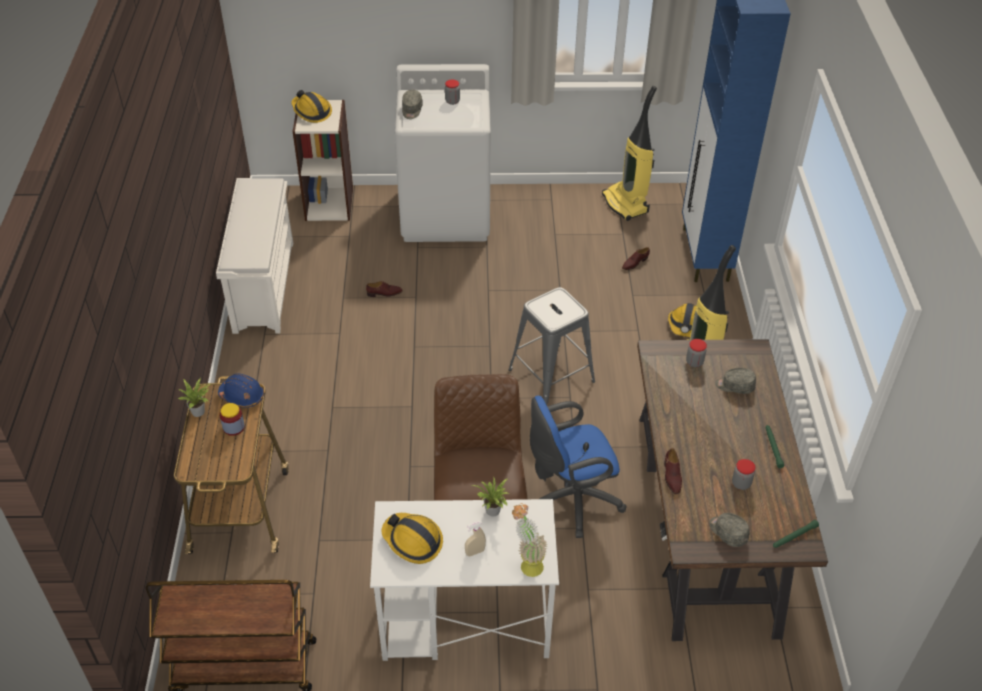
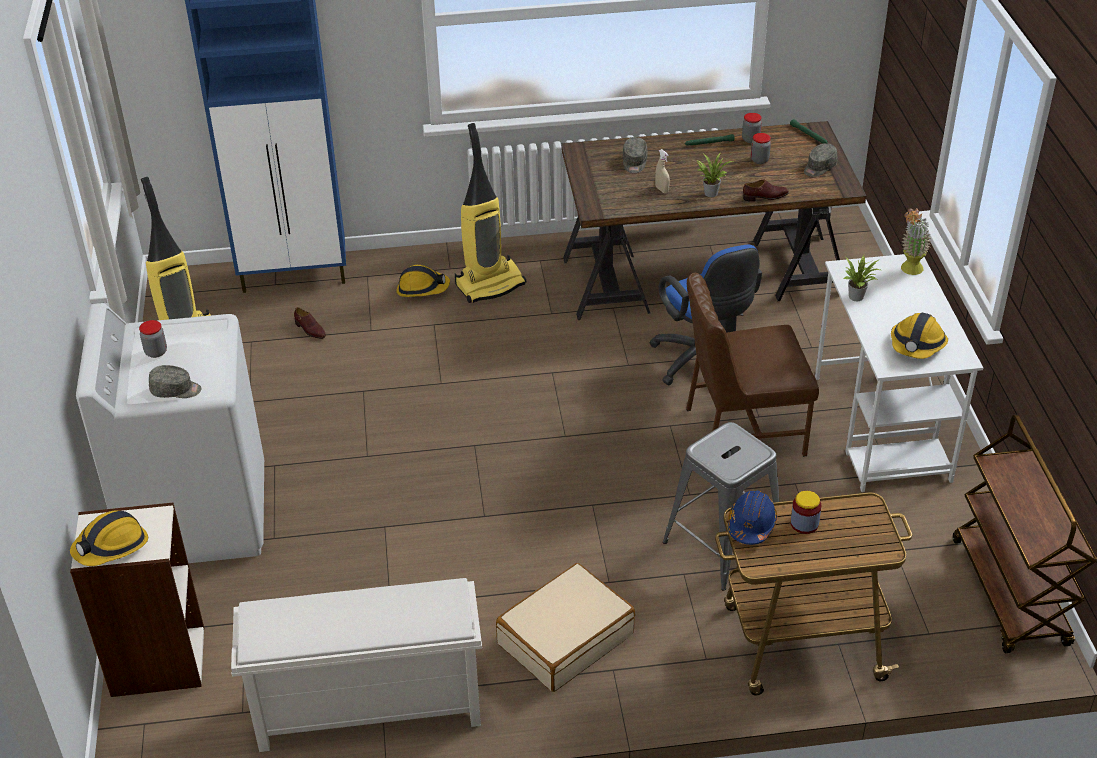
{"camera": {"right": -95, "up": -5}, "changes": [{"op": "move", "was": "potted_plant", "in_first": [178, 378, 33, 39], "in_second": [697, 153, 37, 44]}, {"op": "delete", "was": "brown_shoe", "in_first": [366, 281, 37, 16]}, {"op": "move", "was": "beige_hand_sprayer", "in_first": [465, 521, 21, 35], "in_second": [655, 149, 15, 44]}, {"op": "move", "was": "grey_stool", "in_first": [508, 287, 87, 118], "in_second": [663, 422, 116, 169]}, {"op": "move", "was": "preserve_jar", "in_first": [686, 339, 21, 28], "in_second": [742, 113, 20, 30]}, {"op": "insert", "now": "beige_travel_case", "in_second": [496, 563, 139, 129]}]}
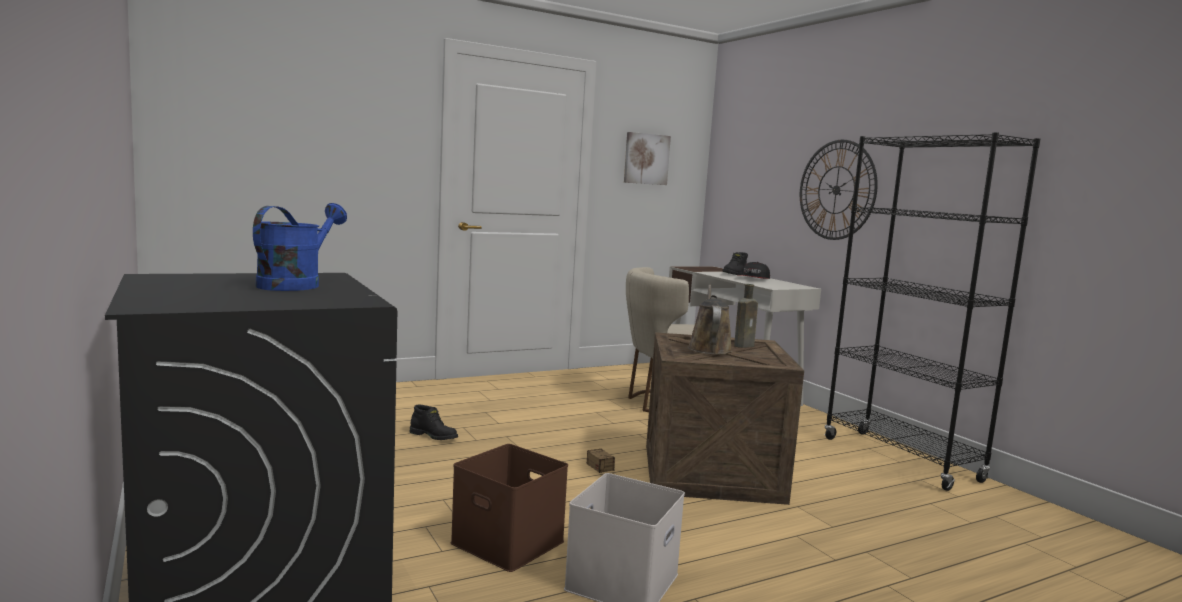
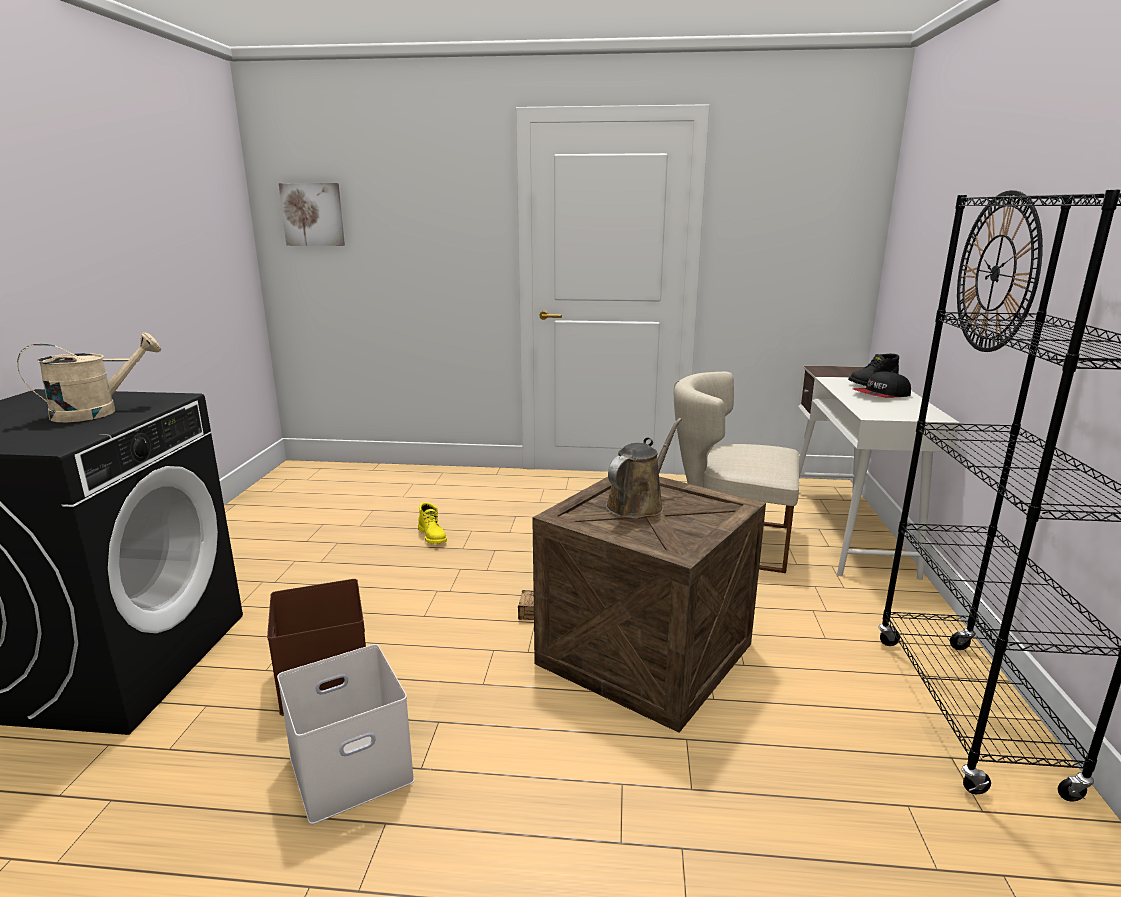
{"camera": {"right": 35, "up": 10}, "changes": [{"op": "recolor", "was": "bluish_sprinkling_can", "now": "beige_sprinkling_can", "in_first": [253, 203, 94, 88], "in_second": [17, 332, 144, 90]}, {"op": "recolor", "was": "blackish_tall_boot", "now": "yellow-coloured_tall_boot", "in_first": [410, 405, 48, 35], "in_second": [418, 502, 29, 42]}, {"op": "move", "was": "wall_art", "in_first": [624, 132, 47, 53], "in_second": [279, 183, 66, 63]}, {"op": "delete", "was": "brown_bottle", "in_first": [734, 284, 24, 64]}]}
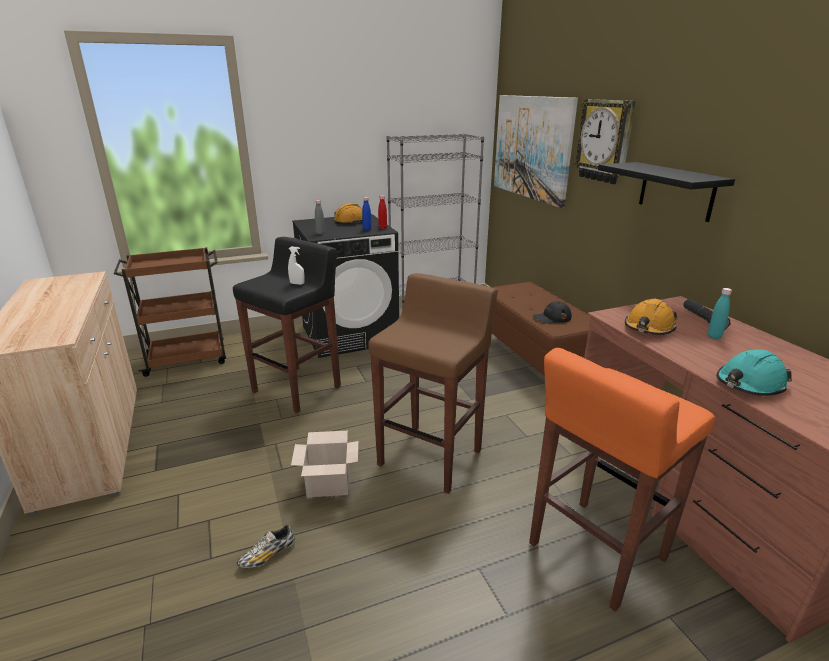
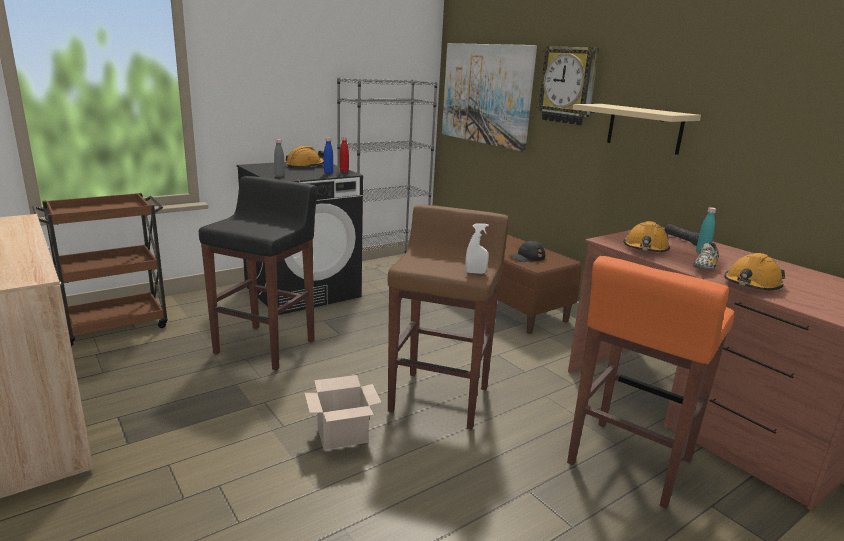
{"camera": {"right": -15, "up": -5}, "changes": [{"op": "move", "was": "shoe", "in_first": [237, 524, 58, 44], "in_second": [693, 242, 26, 27]}, {"op": "move", "was": "white_hand_sprayer", "in_first": [288, 247, 17, 38], "in_second": [465, 223, 24, 51]}, {"op": "recolor", "was": "blackish_bracket_shelf", "now": "beige_bracket_shelf", "in_first": [598, 162, 137, 60], "in_second": [573, 104, 128, 51]}, {"op": "recolor", "was": "blue-green_hard_hat", "now": "orangey_hard_hat", "in_first": [716, 349, 76, 47], "in_second": [724, 253, 61, 37]}]}
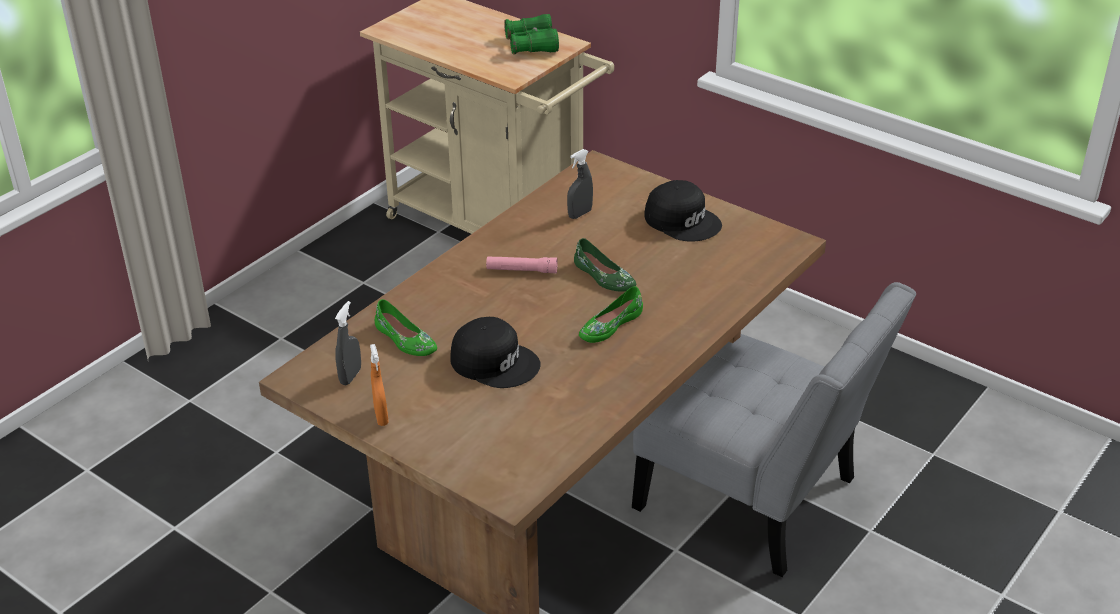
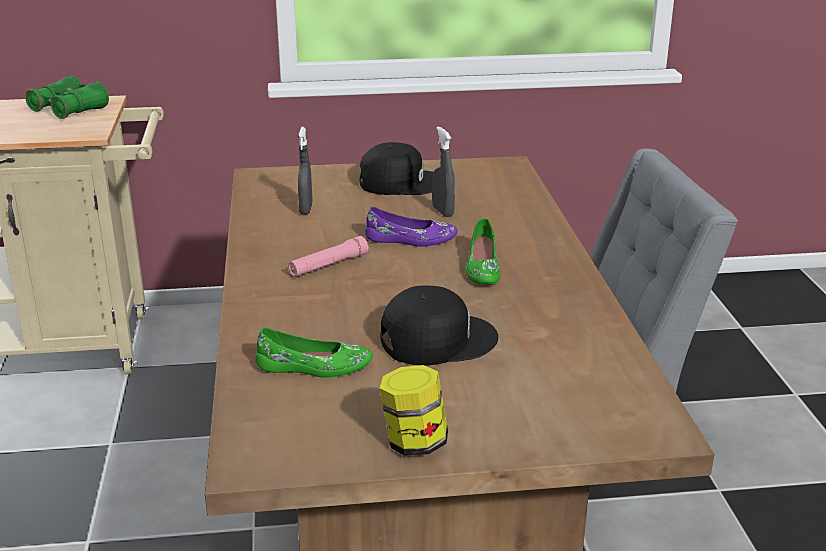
{"camera": {"right": -45, "up": -10}, "changes": [{"op": "move", "was": "grey_hand_sprayer", "in_first": [335, 301, 26, 84], "in_second": [432, 126, 23, 91]}, {"op": "replace", "was": "orangey_hand_sprayer", "now": "preserve_jar", "in_first": [370, 344, 19, 82], "in_second": [379, 365, 69, 91]}, {"op": "recolor", "was": "greenish_shoe", "now": "purple-coloured_shoe", "in_first": [574, 238, 62, 54], "in_second": [365, 207, 93, 40]}]}
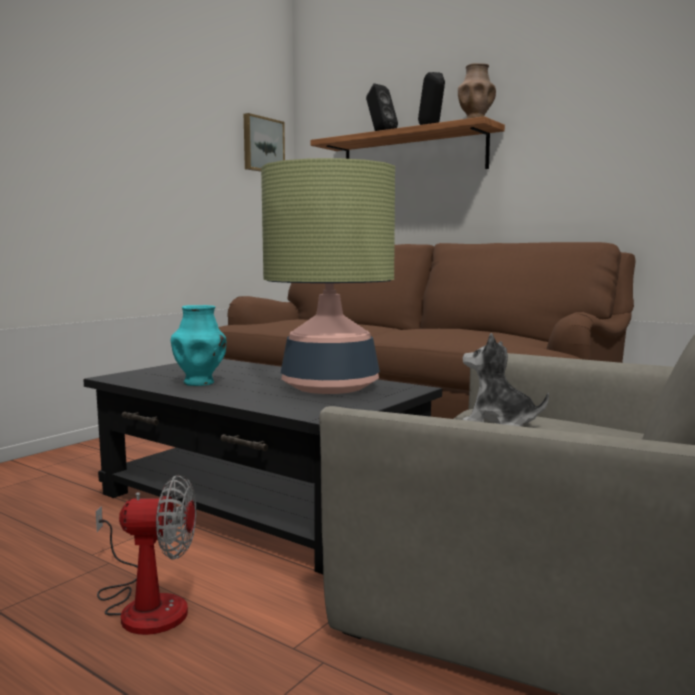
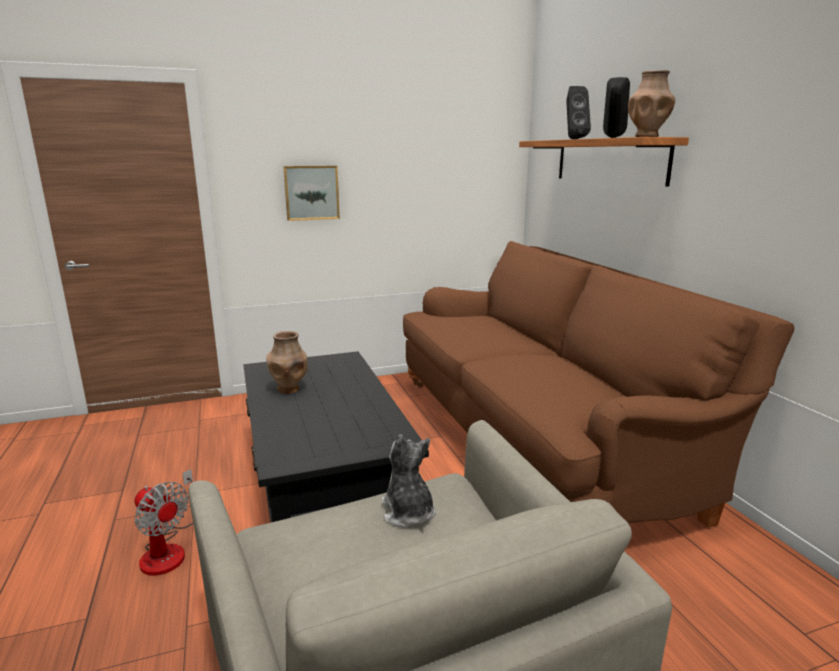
{"camera": {"right": 35, "up": 10}, "changes": [{"op": "recolor", "was": "blue-green_decorative_vase", "now": "brown_decorative_vase", "in_first": [171, 305, 55, 81], "in_second": [266, 331, 41, 63]}, {"op": "move", "was": "wall_art", "in_first": [244, 113, 41, 59], "in_second": [283, 166, 57, 55]}, {"op": "delete", "was": "tabletop_lamp", "in_first": [261, 158, 134, 236]}]}
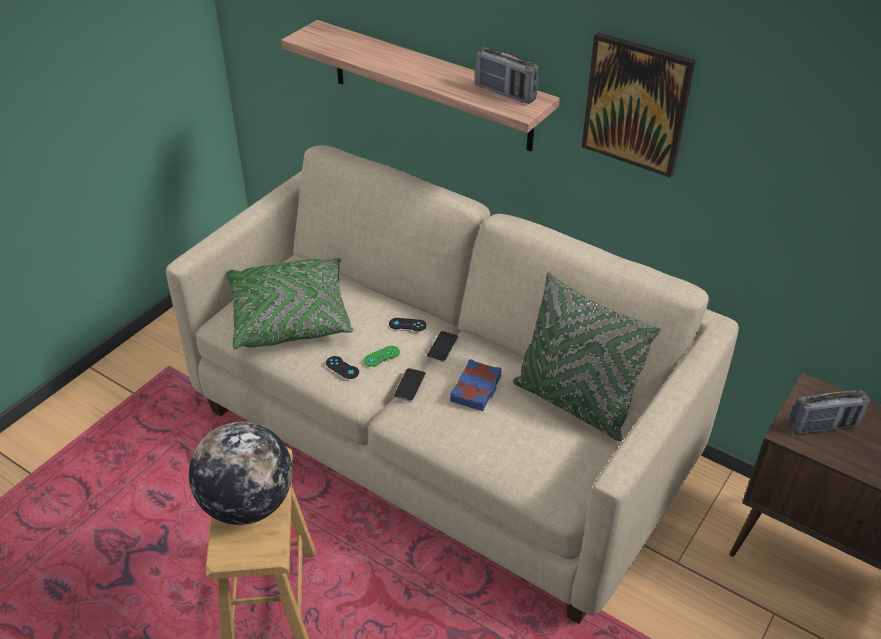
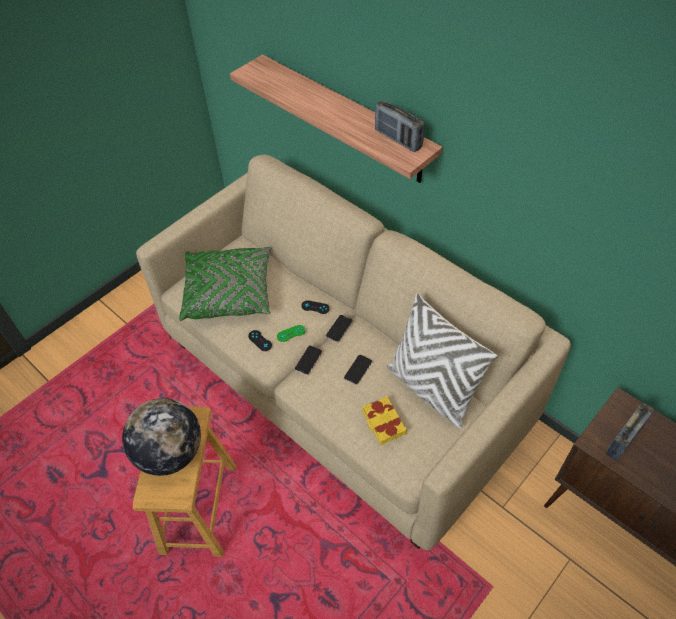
{"camera": {"right": 10, "up": 10}, "changes": [{"op": "replace", "was": "bluish_volume", "now": "telephone", "in_first": [450, 359, 52, 52], "in_second": [344, 355, 28, 30]}, {"op": "recolor", "was": "greenish_throw_pillow", "now": "white_throw_pillow", "in_first": [513, 272, 148, 169], "in_second": [387, 293, 111, 135]}, {"op": "delete", "was": "wall_art", "in_first": [582, 32, 113, 146]}, {"op": "rotate", "was": "radio_set", "in_first": [789, 390, 81, 44], "in_second": [606, 403, 48, 58], "clockwise": -45}, {"op": "insert", "now": "yellow-coloured_volume", "in_second": [362, 396, 45, 49]}]}
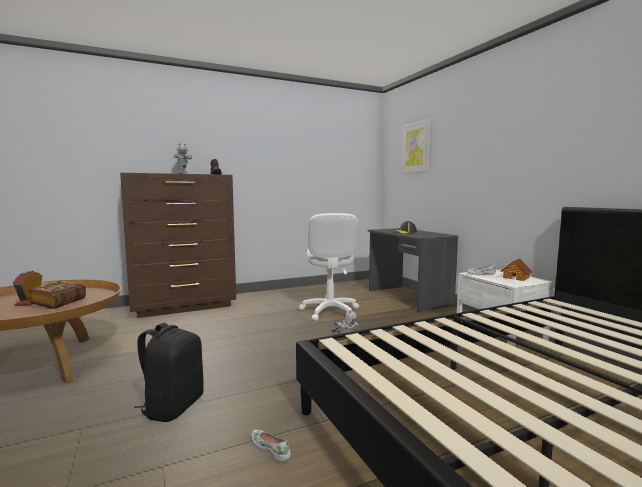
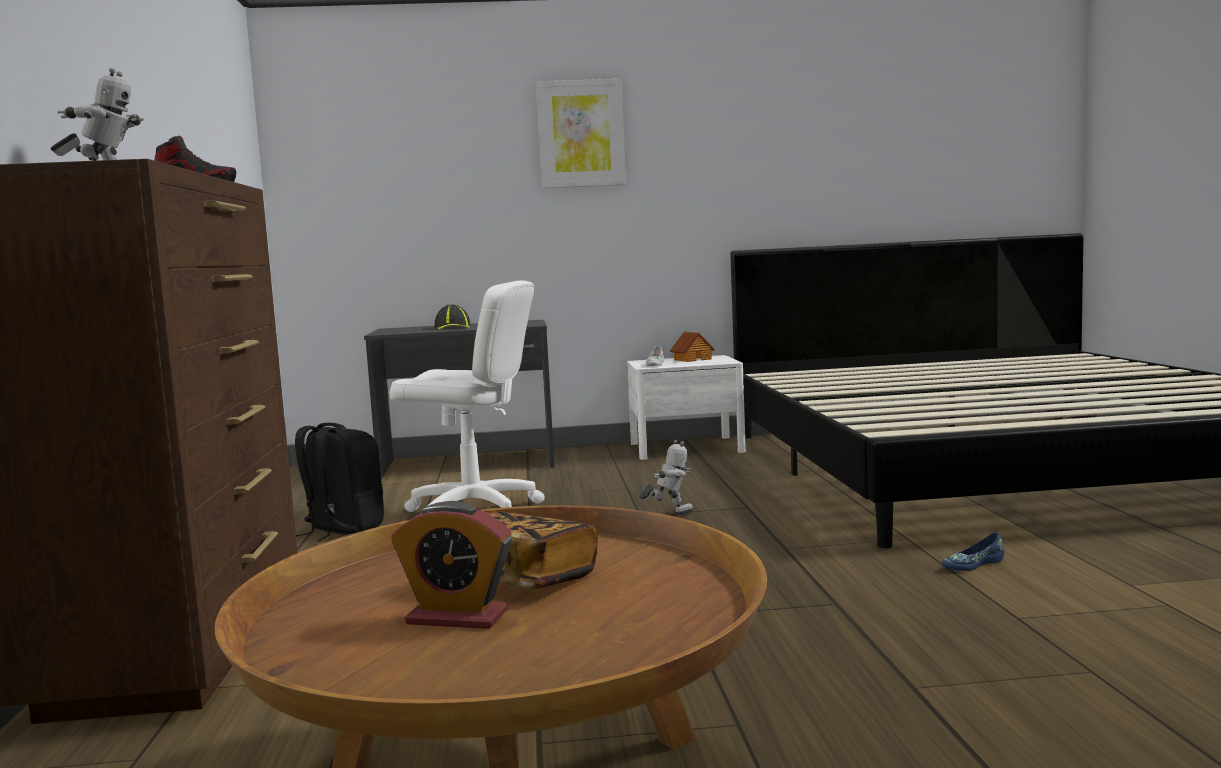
{"camera": {"right": -70, "up": 0}, "changes": [{"op": "move", "was": "blackish_knapsack", "in_first": [134, 323, 70, 99], "in_second": [295, 423, 89, 119]}, {"op": "recolor", "was": "white_shoe", "now": "bluish_shoe", "in_first": [251, 429, 40, 33], "in_second": [942, 532, 62, 39]}, {"op": "move", "was": "wall_art", "in_first": [401, 119, 30, 55], "in_second": [536, 79, 90, 109]}]}
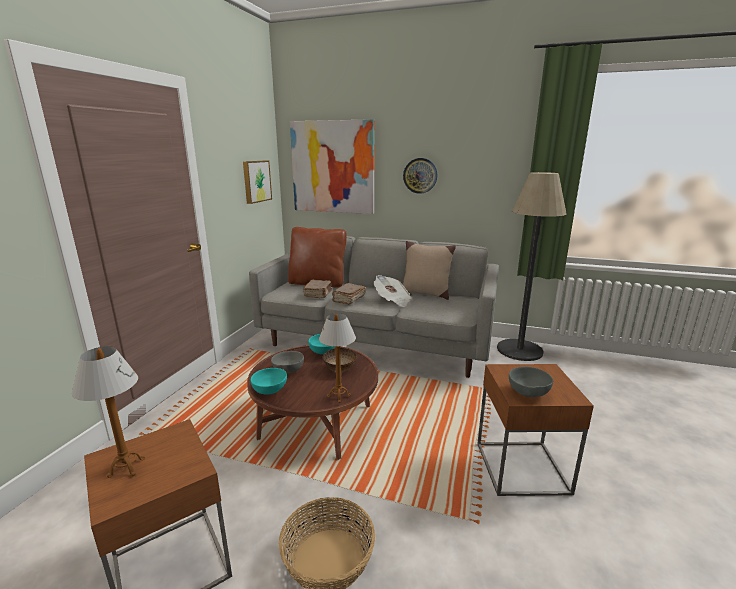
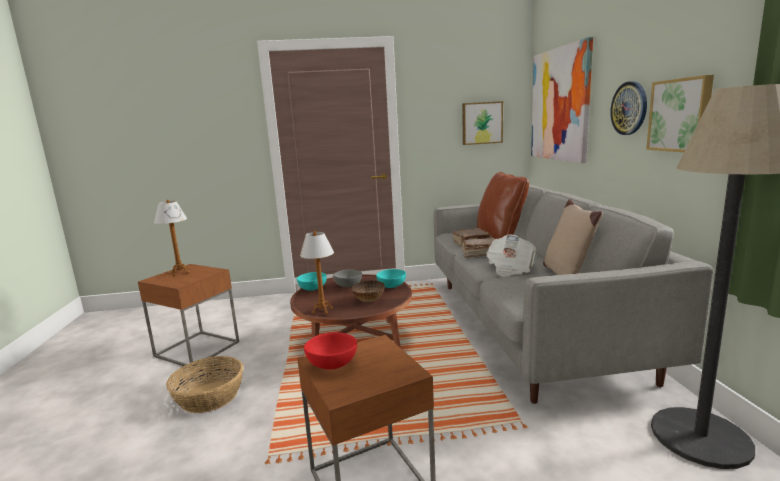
{"camera": {"right": 65, "up": -5}, "changes": [{"op": "recolor", "was": "grey_deep_dish", "now": "reddish_deep_dish", "in_first": [509, 367, 44, 30], "in_second": [304, 332, 53, 38]}, {"op": "insert", "now": "wall_art", "in_second": [646, 75, 68, 77]}]}
